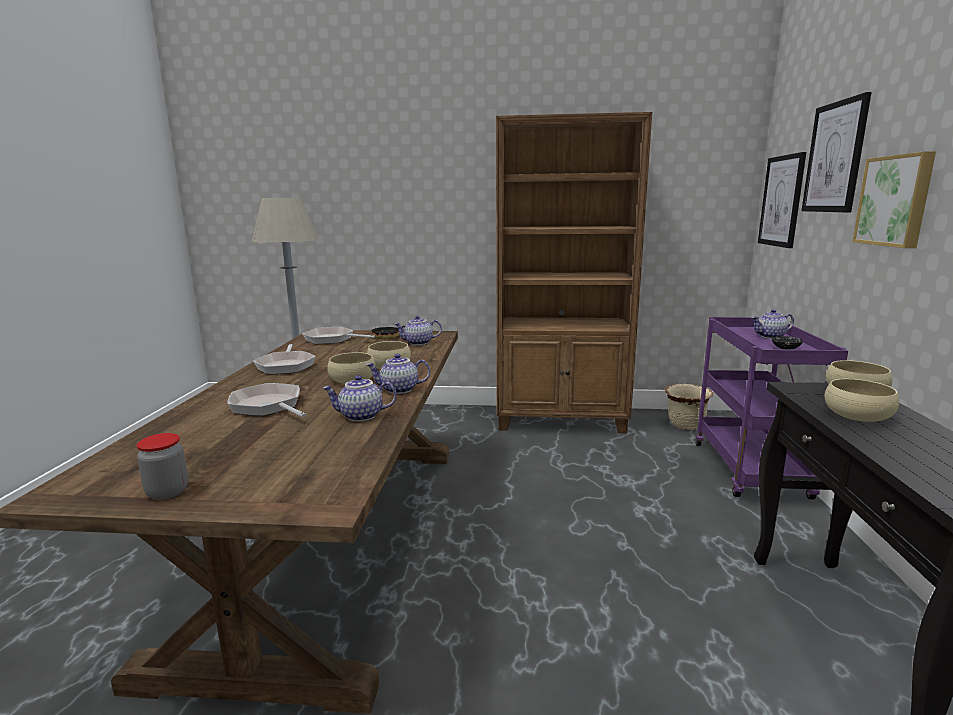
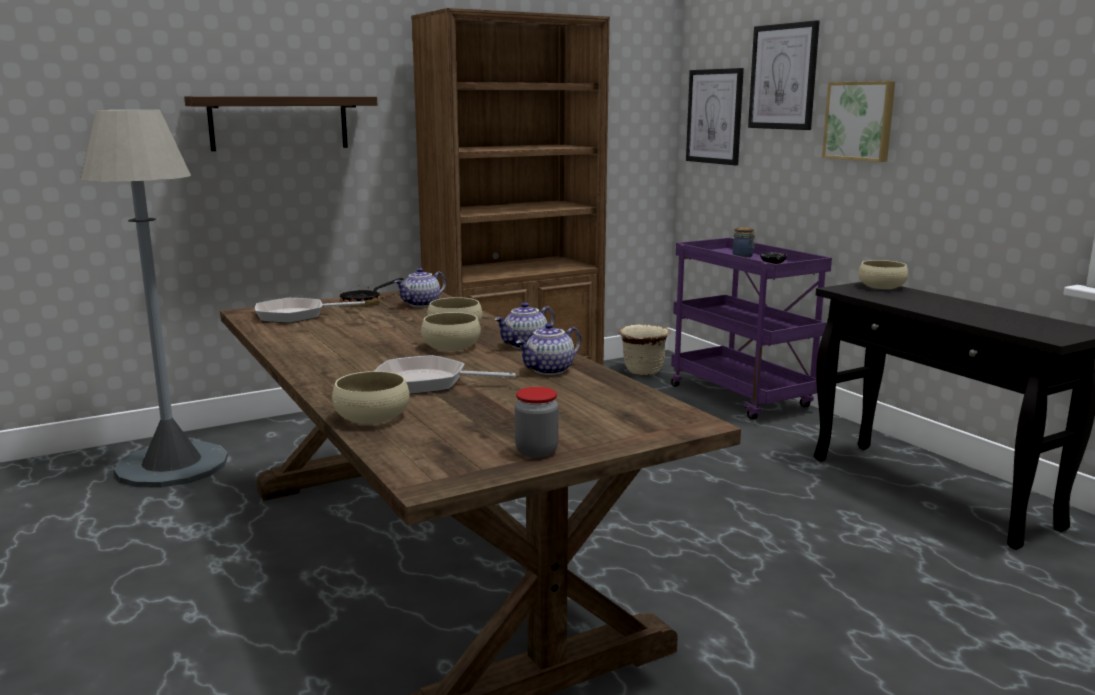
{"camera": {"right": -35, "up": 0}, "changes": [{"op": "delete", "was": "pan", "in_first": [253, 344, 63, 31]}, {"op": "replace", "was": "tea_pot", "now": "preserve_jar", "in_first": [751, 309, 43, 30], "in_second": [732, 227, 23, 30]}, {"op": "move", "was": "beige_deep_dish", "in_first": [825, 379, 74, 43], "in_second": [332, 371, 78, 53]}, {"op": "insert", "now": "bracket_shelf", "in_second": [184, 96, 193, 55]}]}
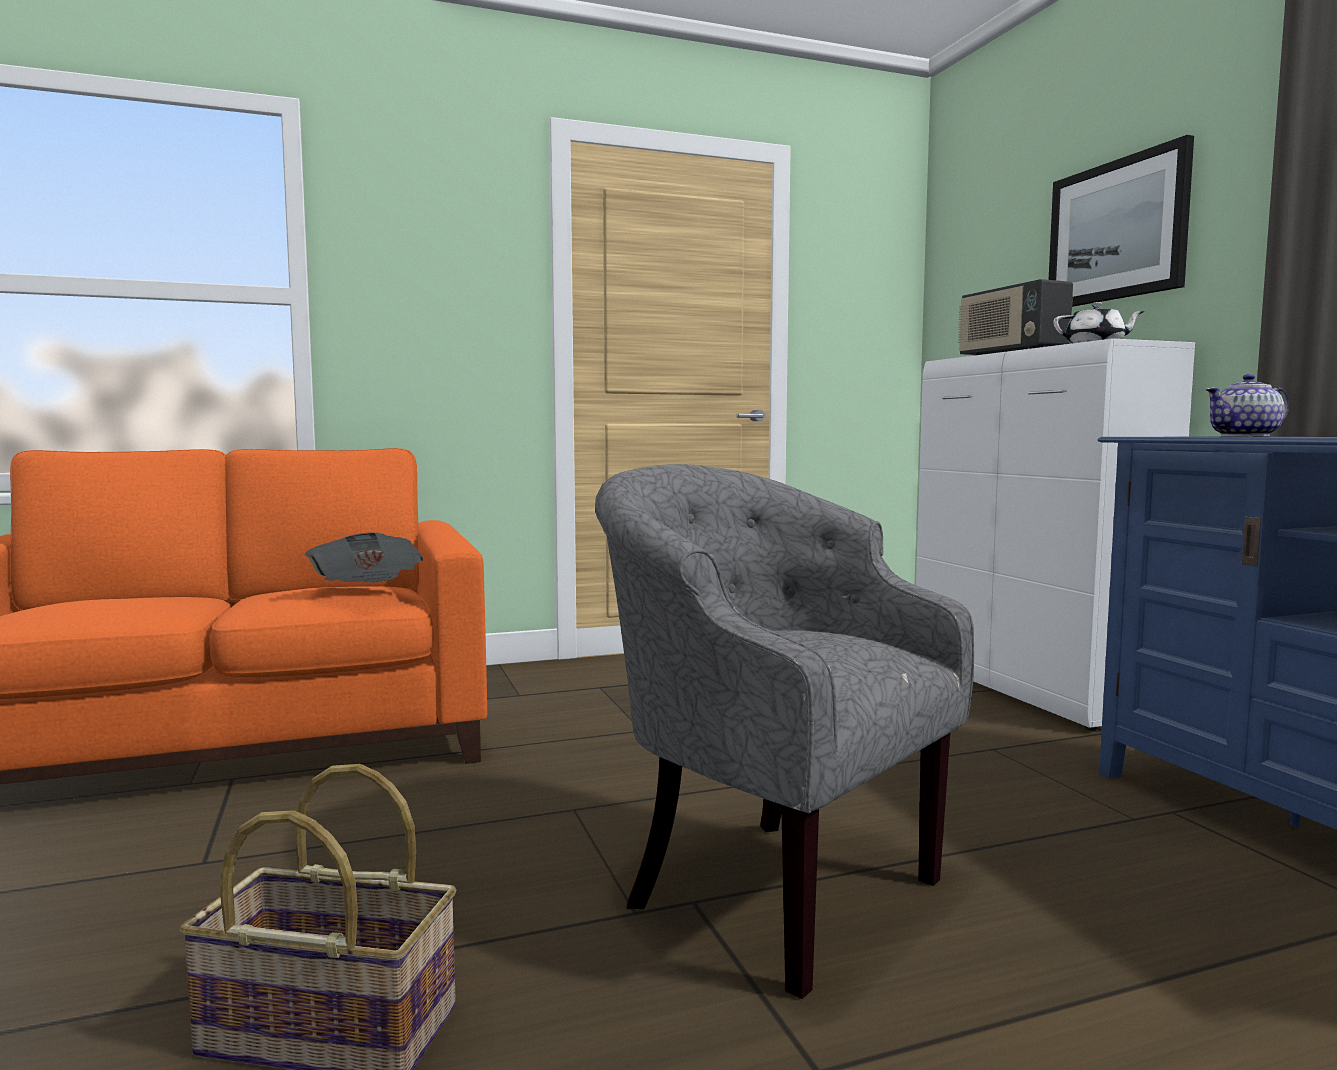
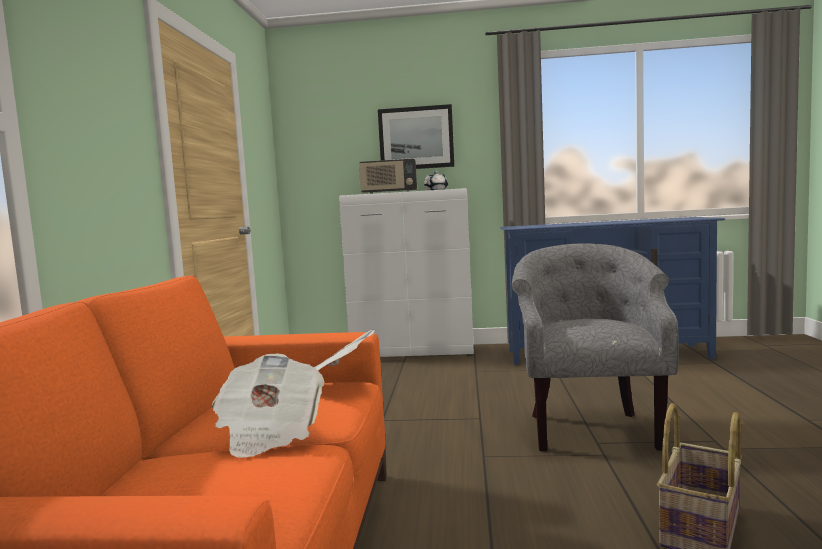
{"camera": {"right": -65, "up": 0}, "changes": [{"op": "rotate", "was": "grey_armchair", "in_first": [595, 464, 379, 535], "in_second": [512, 243, 167, 208], "clockwise": 120}, {"op": "delete", "was": "tea_pot", "in_first": [1205, 374, 84, 62]}, {"op": "insert", "now": "daily_paper", "in_second": [212, 353, 113, 105]}]}
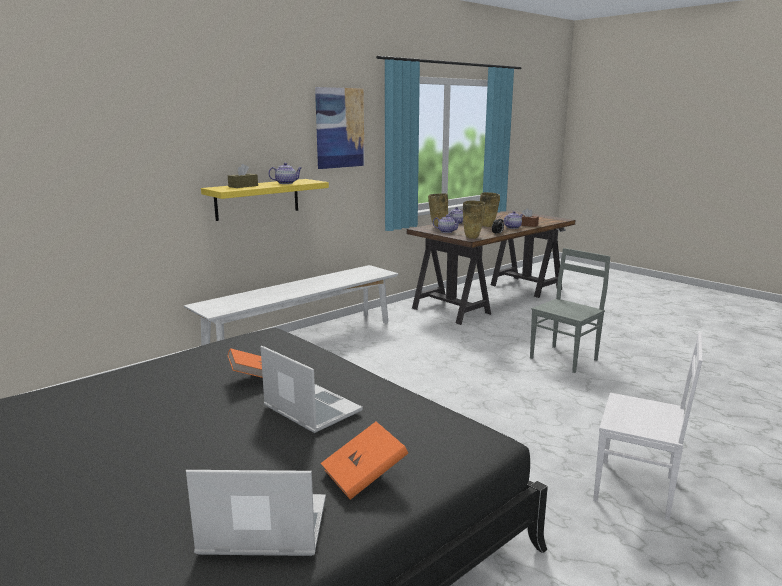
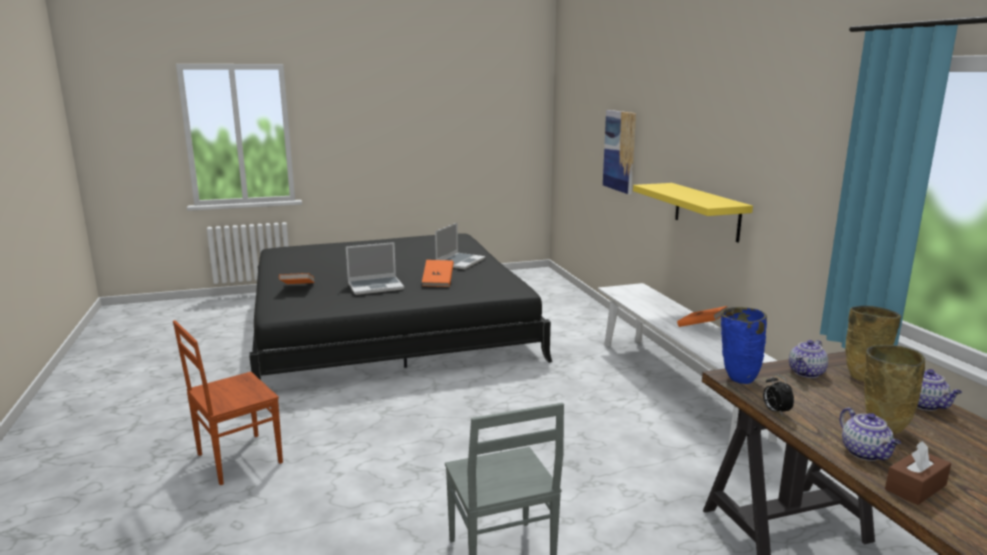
{"camera": {"right": 115, "up": 0}, "changes": [{"op": "move", "was": "notebook_computer", "in_first": [186, 470, 140, 86], "in_second": [435, 223, 50, 46]}, {"op": "delete", "was": "brown_tissue_box", "in_first": [228, 164, 30, 24]}, {"op": "delete", "was": "tea_pot", "in_first": [268, 163, 34, 21]}, {"op": "move", "was": "wall_art", "in_first": [315, 87, 50, 82], "in_second": [603, 110, 33, 84]}, {"op": "recolor", "was": "beige_decorative_vase", "now": "bluish_decorative_vase", "in_first": [463, 200, 22, 39], "in_second": [721, 307, 46, 77]}, {"op": "recolor", "was": "white_upright_chair", "now": "brown_upright_chair", "in_first": [593, 332, 110, 188], "in_second": [173, 320, 110, 165]}, {"op": "insert", "now": "orangey_volume", "in_second": [677, 306, 50, 21]}]}
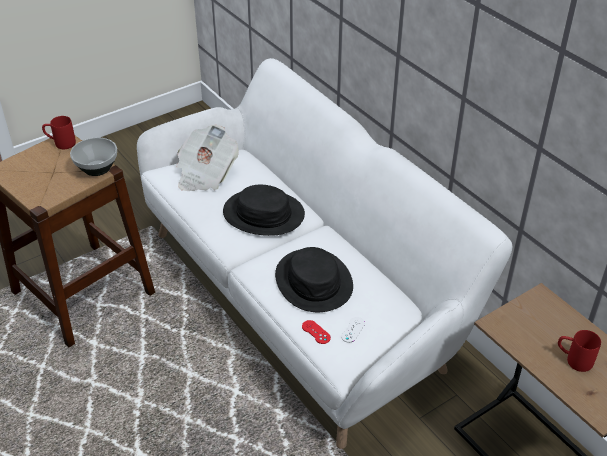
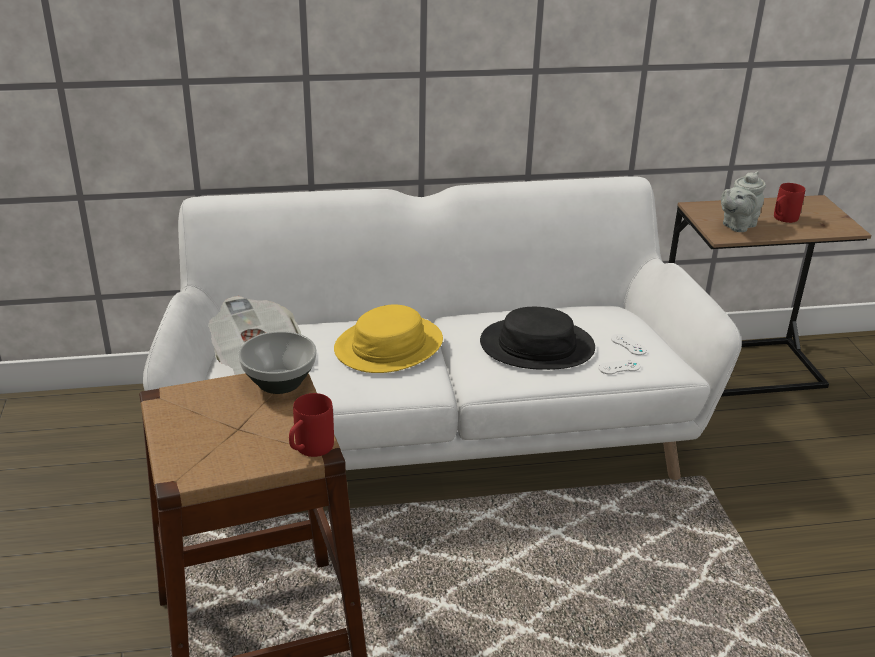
{"camera": {"right": -65, "up": -10}, "changes": [{"op": "move", "was": "reddish_coffee_mug", "in_first": [42, 116, 34, 33], "in_second": [289, 393, 45, 64]}, {"op": "recolor", "was": "blackish_clothing_hat", "now": "yellow-coloured_clothing_hat", "in_first": [223, 185, 82, 51], "in_second": [334, 304, 109, 69]}, {"op": "recolor", "was": "reddish_game_controller", "now": "white_game_controller", "in_first": [302, 320, 29, 24], "in_second": [599, 360, 41, 15]}, {"op": "insert", "now": "grey_tea_pot", "in_second": [721, 171, 45, 61]}]}
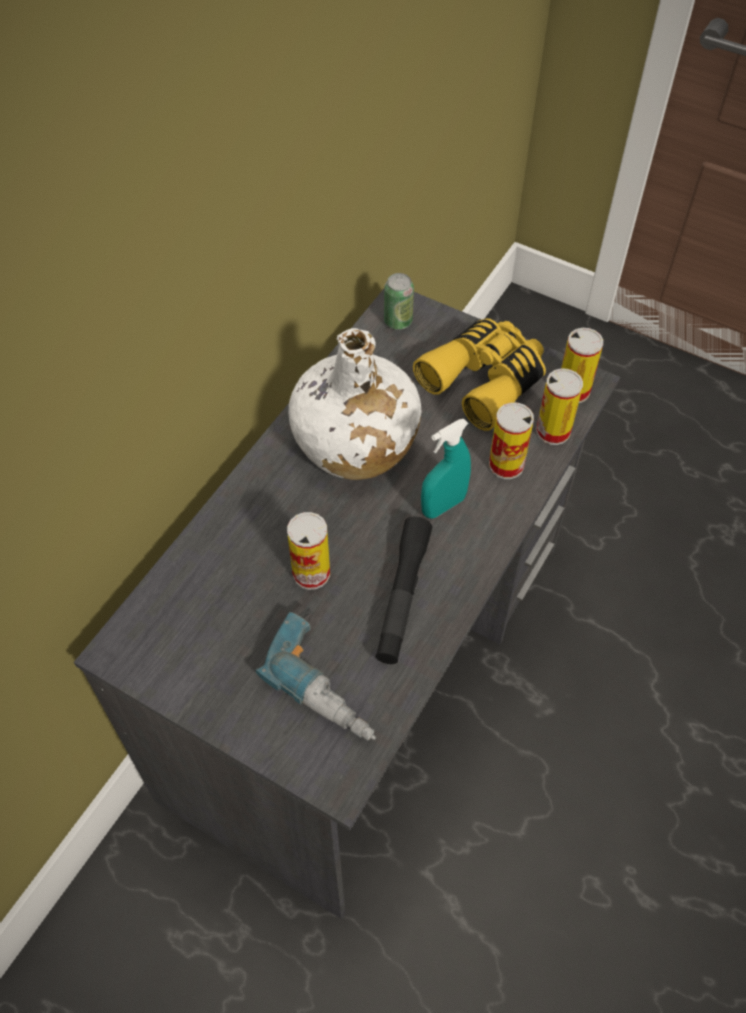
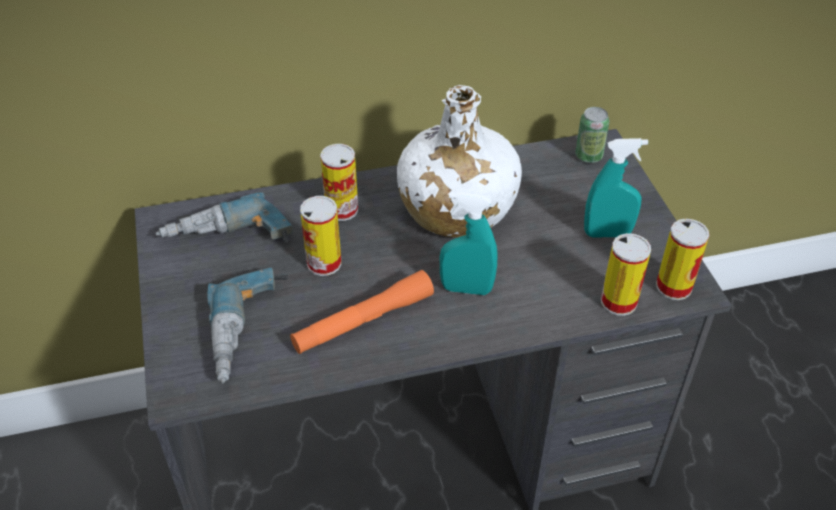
{"camera": {"right": 45, "up": -10}, "changes": [{"op": "recolor", "was": "blackish_torch", "now": "orangey_torch", "in_first": [376, 516, 56, 148], "in_second": [290, 270, 144, 84]}, {"op": "replace", "was": "yellow-coloured_field_glasses", "now": "blue-green_hand_sprayer", "in_first": [413, 318, 133, 113], "in_second": [584, 138, 64, 99]}, {"op": "move", "was": "can", "in_first": [489, 402, 45, 77], "in_second": [320, 144, 38, 77]}, {"op": "insert", "now": "drill", "in_second": [156, 192, 137, 51]}]}
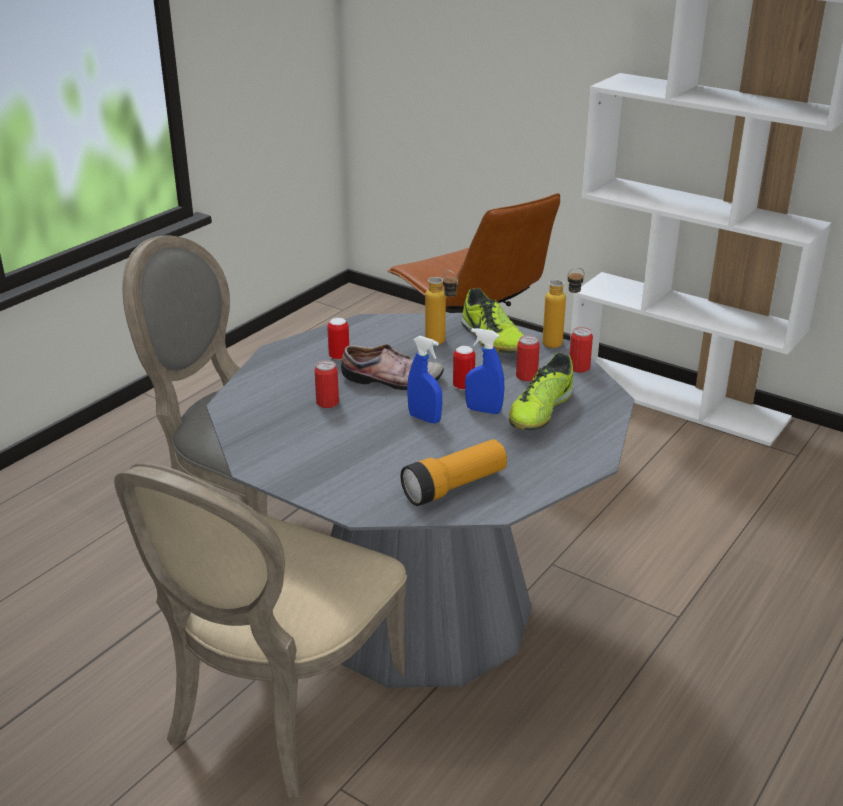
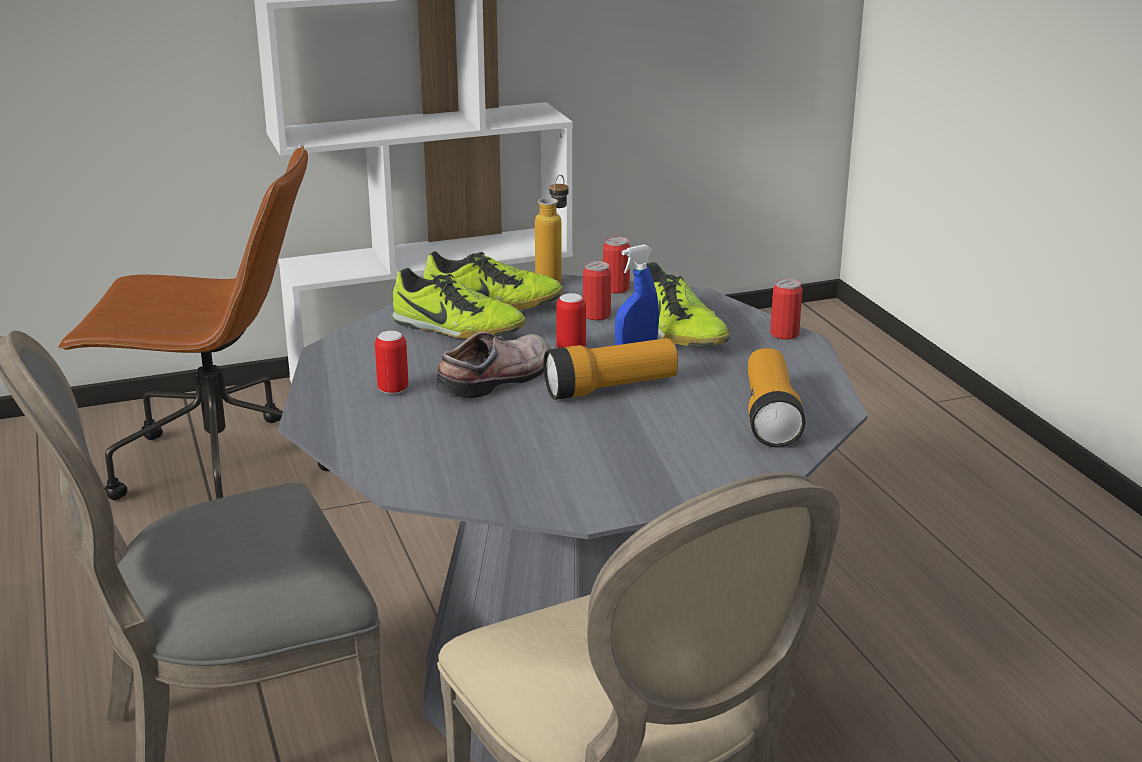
{"camera": {"right": -55, "up": -5}, "changes": [{"op": "move", "was": "can", "in_first": [315, 360, 24, 48], "in_second": [770, 278, 33, 62]}, {"op": "replace", "was": "bluish_hand_sprayer", "now": "torch", "in_first": [407, 336, 35, 87], "in_second": [543, 338, 135, 62]}, {"op": "replace", "was": "bottle", "now": "shoe", "in_first": [425, 271, 33, 74], "in_second": [392, 268, 134, 70]}]}
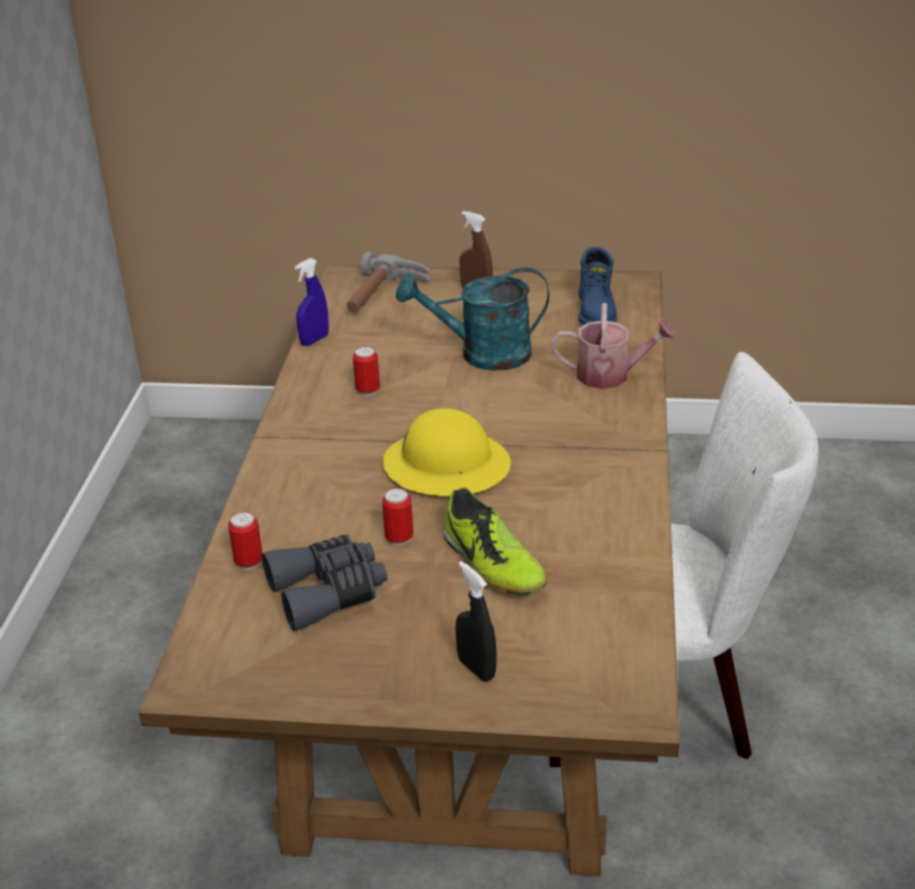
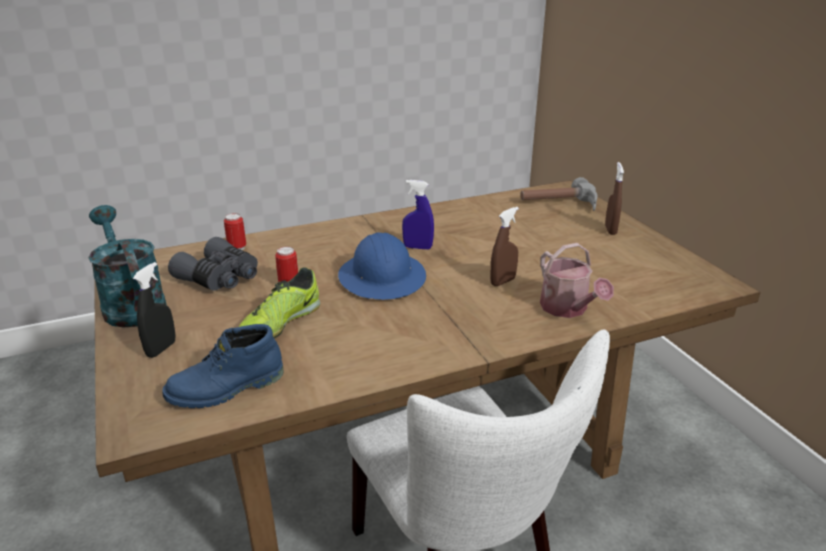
{"camera": {"right": 60, "up": -5}, "changes": [{"op": "move", "was": "bluish_hand_sprayer", "in_first": [295, 258, 34, 88], "in_second": [402, 180, 32, 70]}, {"op": "delete", "was": "can", "in_first": [353, 346, 27, 50]}, {"op": "recolor", "was": "yellow-coloured_hard_hat", "now": "bluish_hard_hat", "in_first": [383, 409, 128, 87], "in_second": [338, 232, 88, 68]}, {"op": "move", "was": "blue-green_sprinkling_can", "in_first": [396, 267, 153, 104], "in_second": [89, 205, 78, 123]}, {"op": "move", "was": "bluish_tall_boot", "in_first": [578, 247, 39, 78], "in_second": [163, 324, 121, 84]}, {"op": "insert", "now": "brown_hand_sprayer", "in_second": [490, 207, 29, 79]}]}
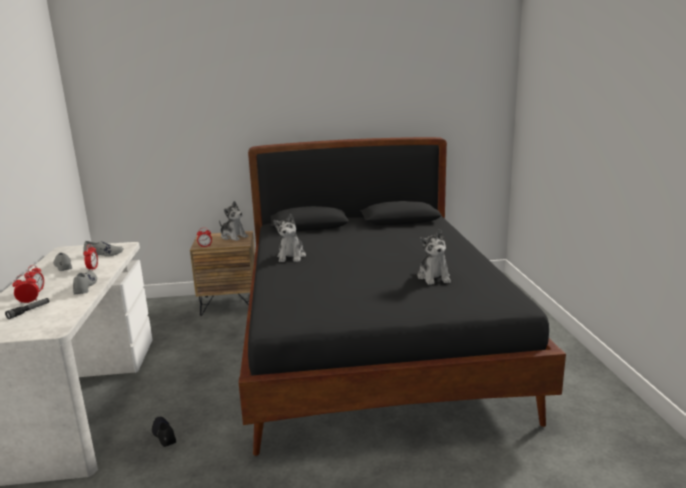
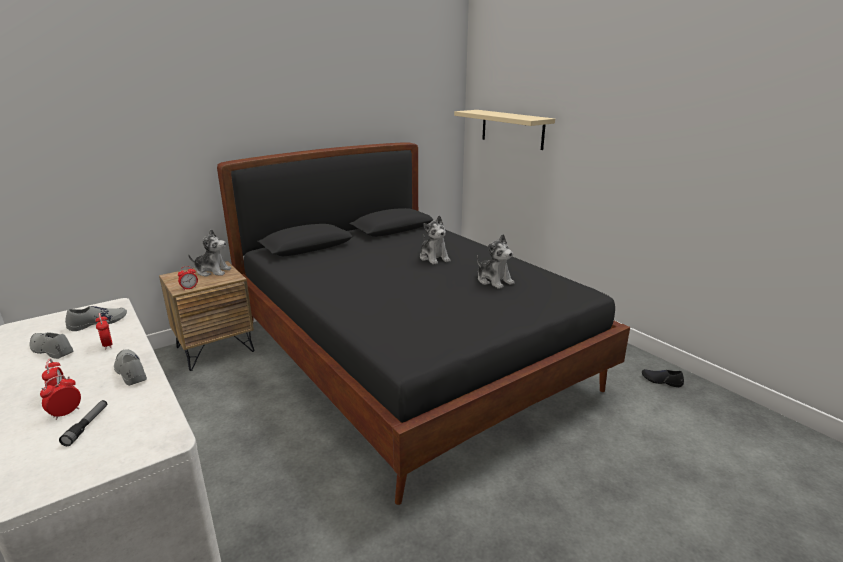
{"camera": {"right": -30, "up": 5}, "changes": [{"op": "move", "was": "blackish_shoe", "in_first": [152, 417, 24, 30], "in_second": [642, 369, 42, 18]}, {"op": "move", "was": "soft_toy", "in_first": [273, 214, 33, 48], "in_second": [420, 215, 31, 50]}, {"op": "insert", "now": "beige_bracket_shelf", "in_second": [454, 110, 101, 40]}]}
